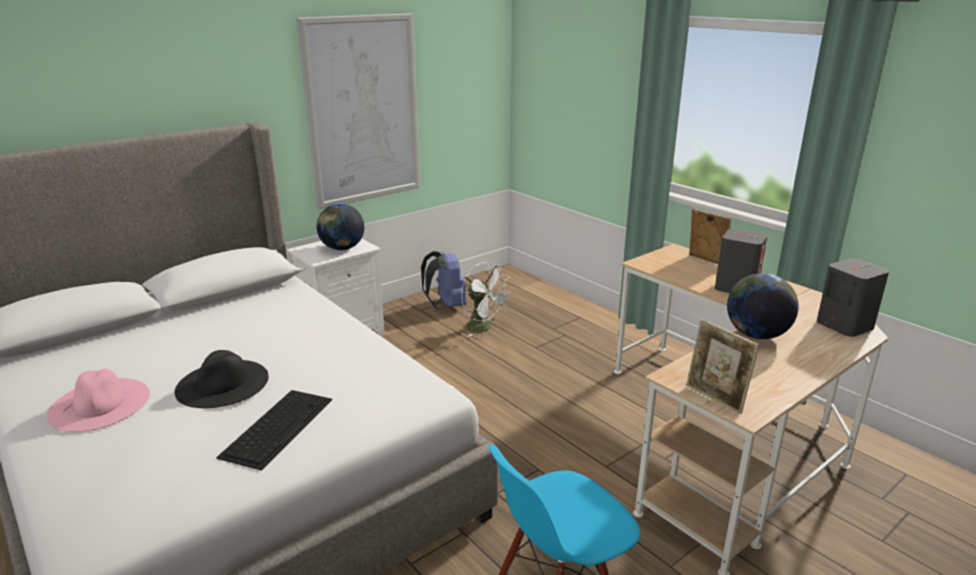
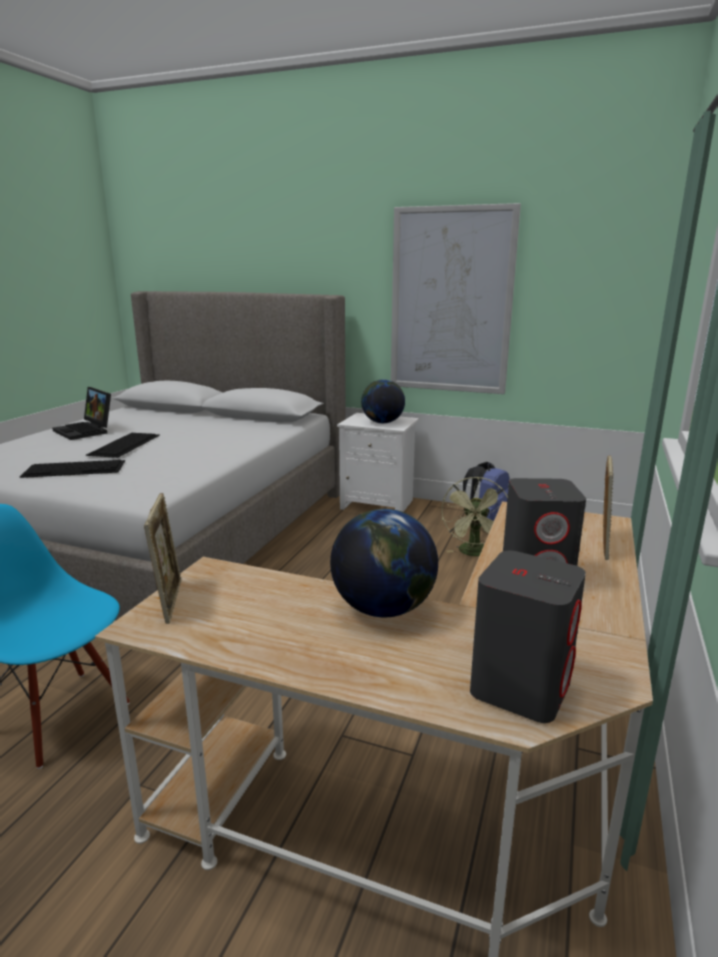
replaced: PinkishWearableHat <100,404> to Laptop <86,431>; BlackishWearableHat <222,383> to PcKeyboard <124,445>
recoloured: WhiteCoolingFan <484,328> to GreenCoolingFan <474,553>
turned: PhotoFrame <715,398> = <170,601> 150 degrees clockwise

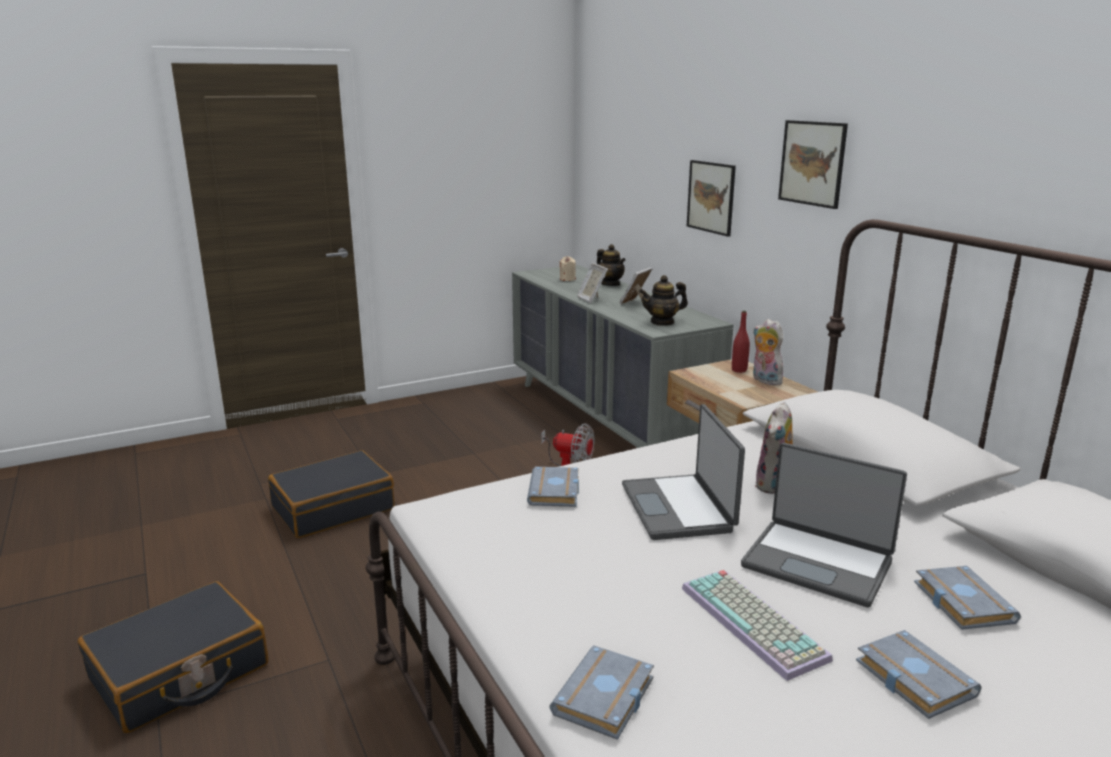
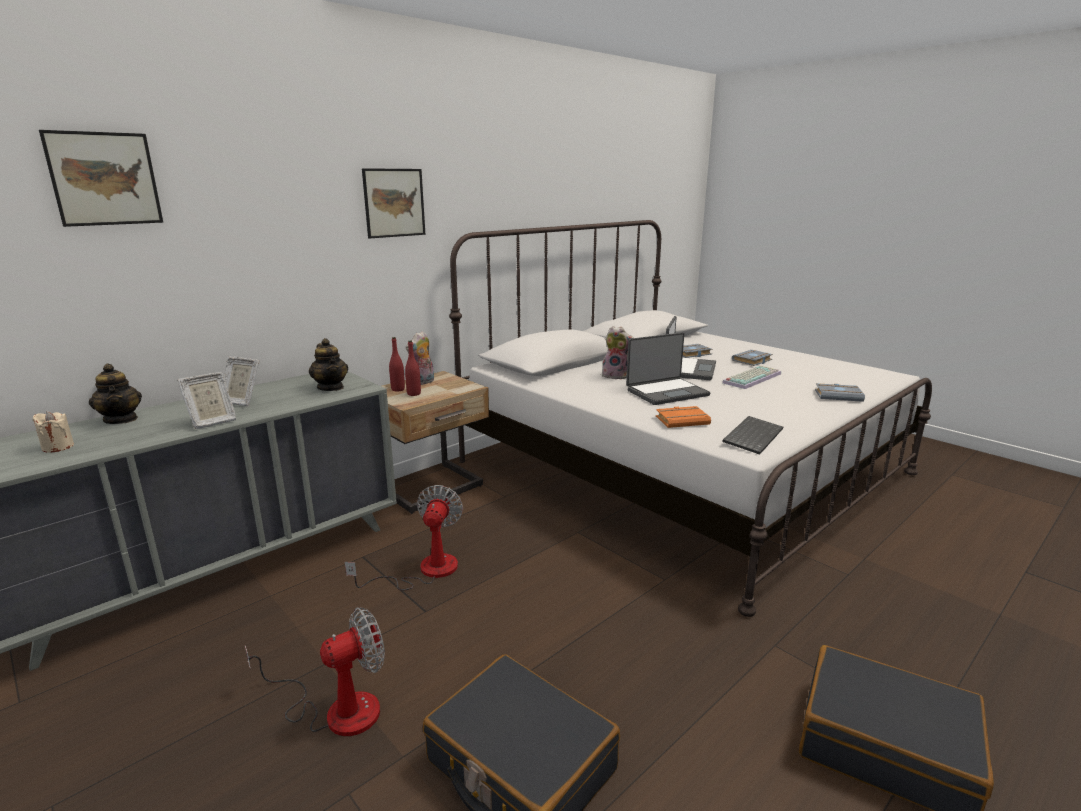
added: CoolingFan <336,709>; ReddishBeverageBottle <414,394>; PcKeyboard <752,436>
moved: WallPicture <711,197> to <104,179>
recoloured: GrayBook <556,492> to OrangeyBook <682,420>
turned: PotForTea <610,284> = <121,419> 105 degrees clockwise

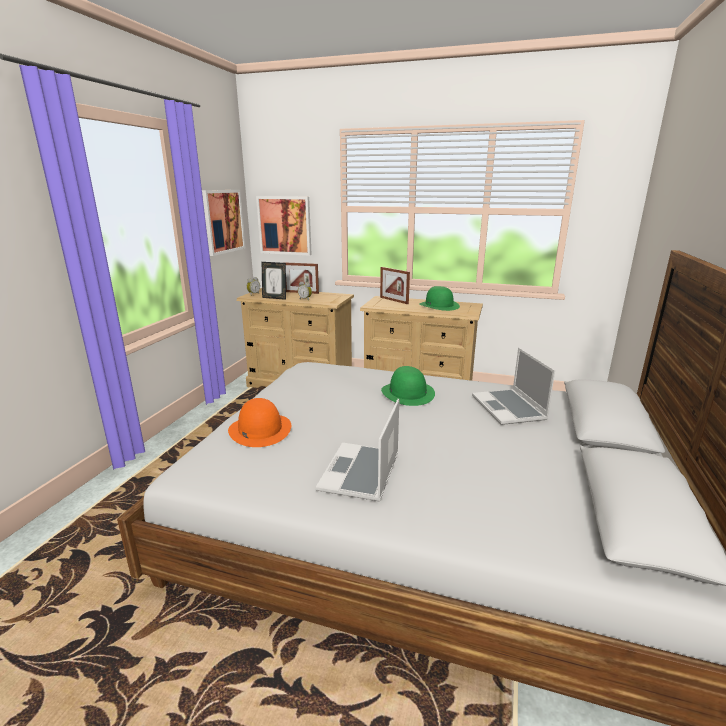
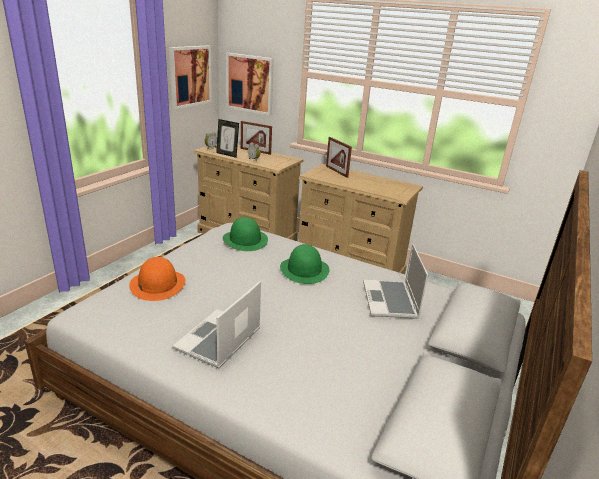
moved: GreenWearableHat <439,305> to <245,240>

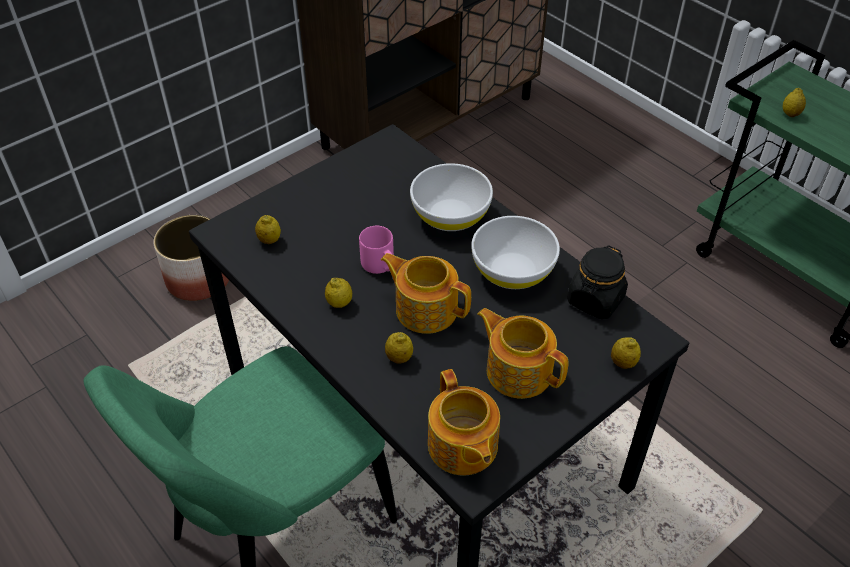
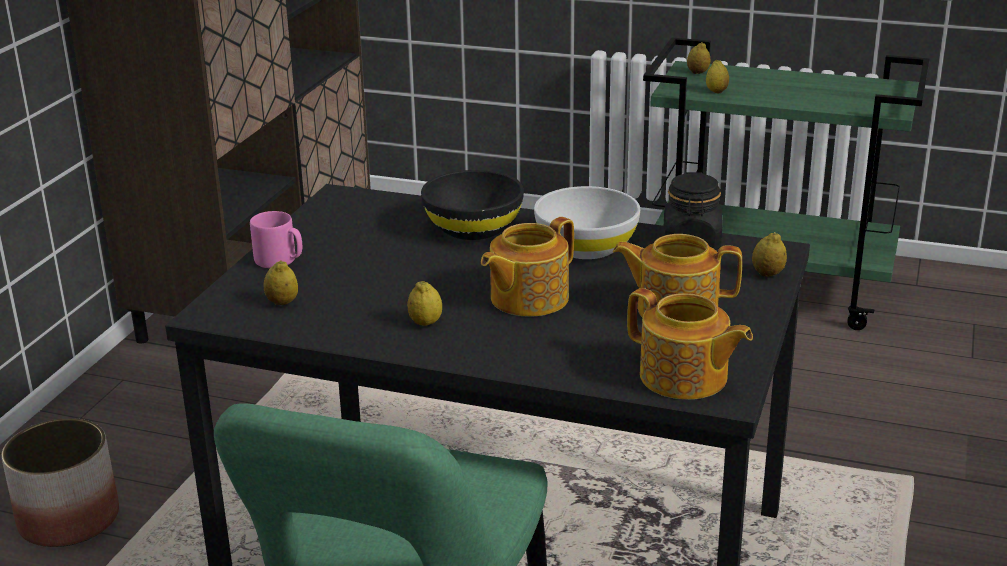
moved: PinkishCoffeeMug <380,265> to <280,261>; CitrusFruit <399,358> to <698,72>
recoloured: WhiteBowl <451,215> to BlackishBowl <474,228>
turned: PotForTea <425,308> = <527,298> 45 degrees counterclockwise

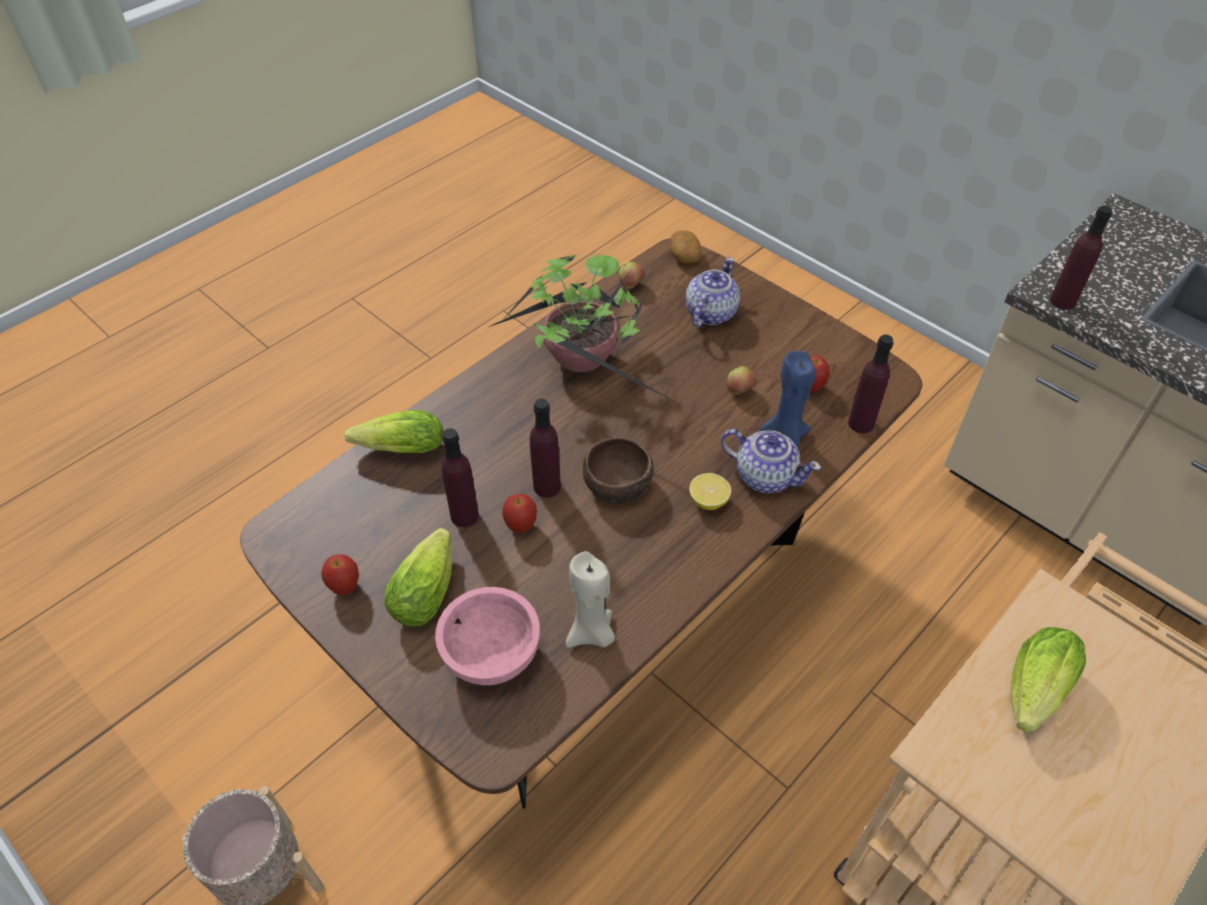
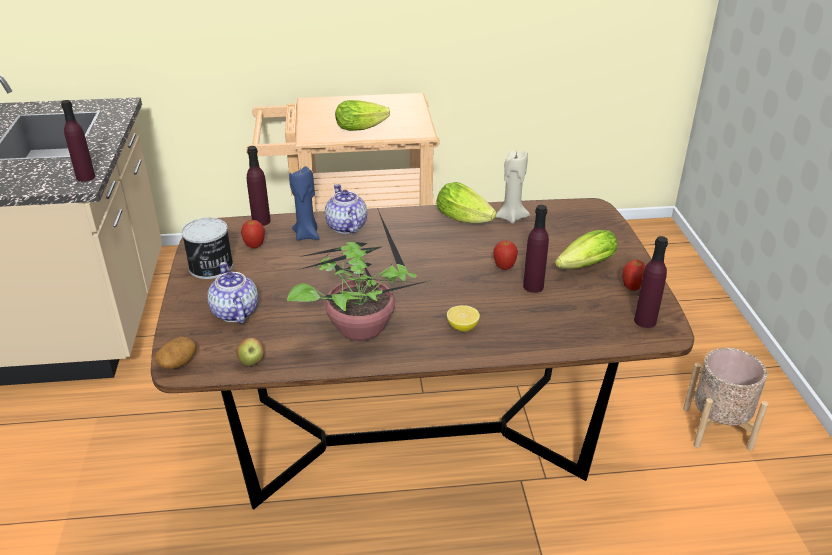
removed: PinkishBowl <491,653>; BrownBowl <619,485>; AppleFruit <739,391>
added: MetalCan <211,267>
moved: Lettuce <397,449> to <466,219>; CitrusFruit <708,501> to <462,327>; PurpleBeverageBottle <547,486> to <645,321>
turned: PotForTea <710,313> = <235,312> 90 degrees clockwise

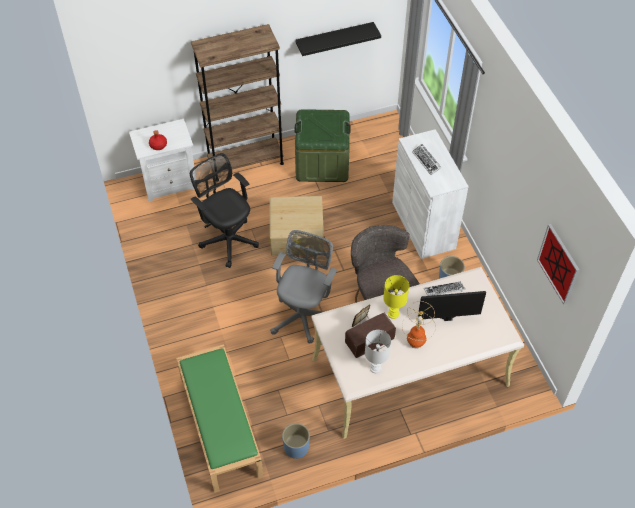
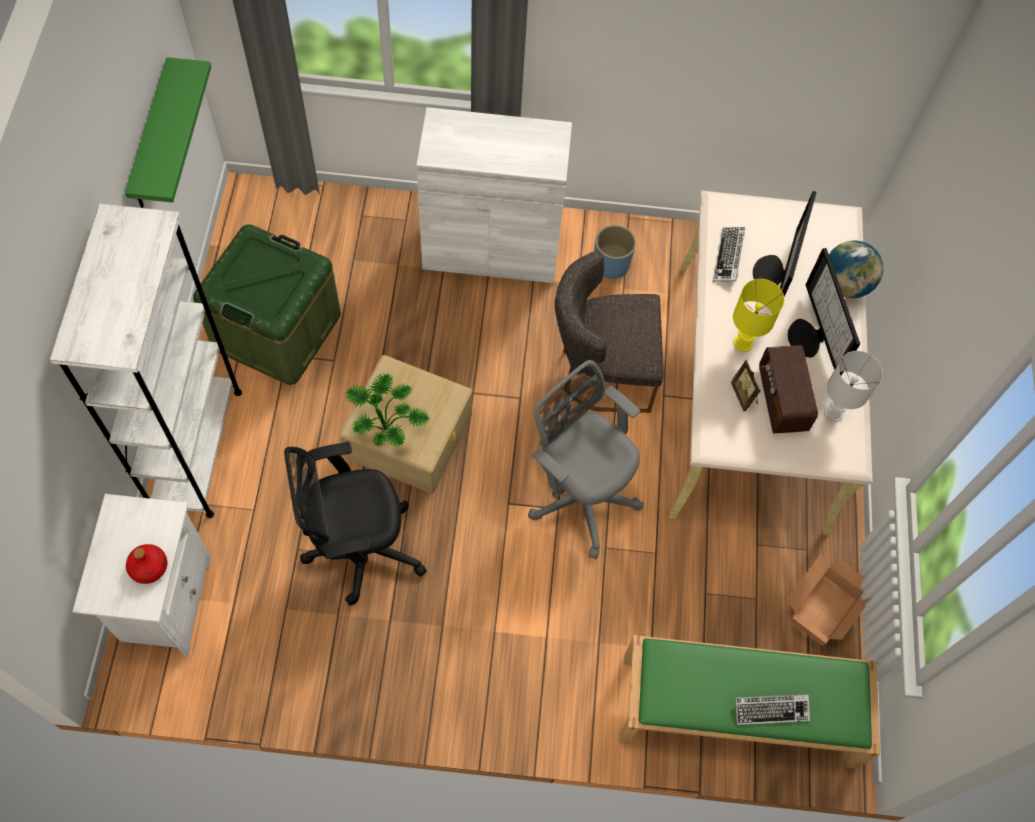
removed: WallPicture <558,264>
added: PottedPlant <387,424>; Globe <845,285>
moved: PcKeyboard <426,161> to <771,710>
replaced: BluePlanter <296,447> to Carton <819,609>; LampForATable <415,343> to ComputerScreen <809,338>
recoloured: BrownBookshelf <245,161> to WhiteBookshelf <196,449>; BlackishShelf <334,39> to GreenShelf <151,138>

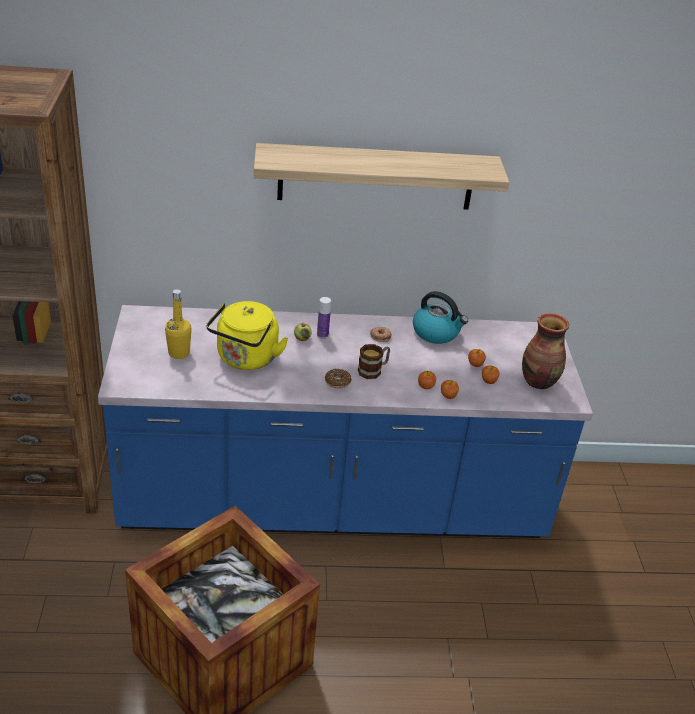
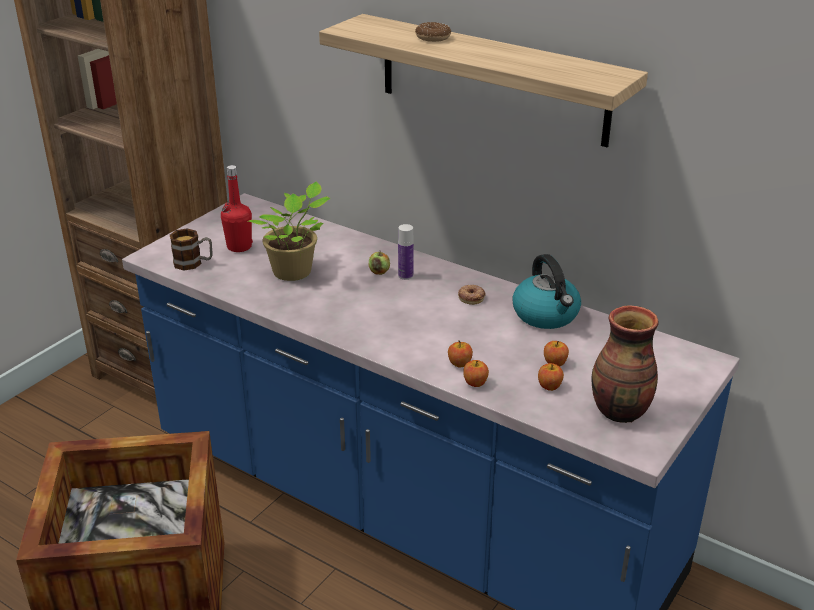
moved: CoffeeMug <373,370> to <193,263>; RingDoughnut <337,382> to <433,38>
replaced: YellowishKettle <246,359> to PottedPlant <295,272>
recoloured: YellowishBeverageBottle <179,353> to ReddishBeverageBottle <239,247>

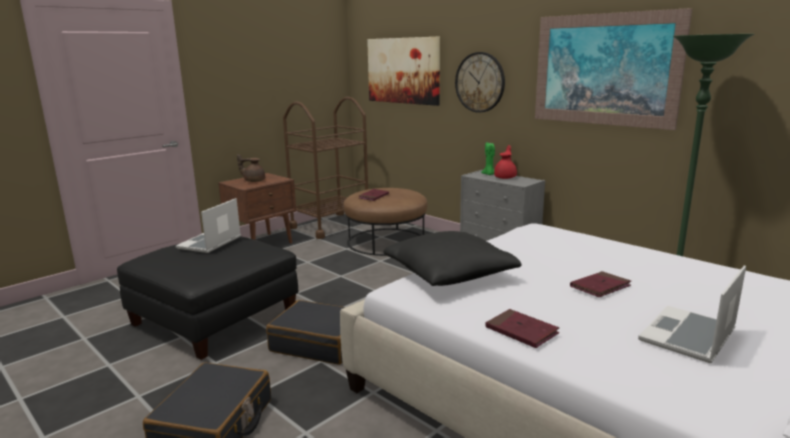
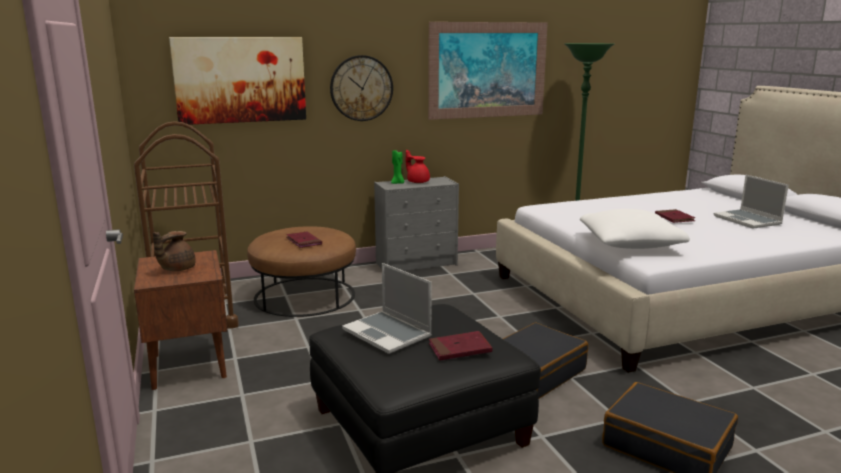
moved: ReddishBook <521,331> to <459,349>
recoloured: BlackishThrowPillow <449,275> to WhiteThrowPillow <630,244>

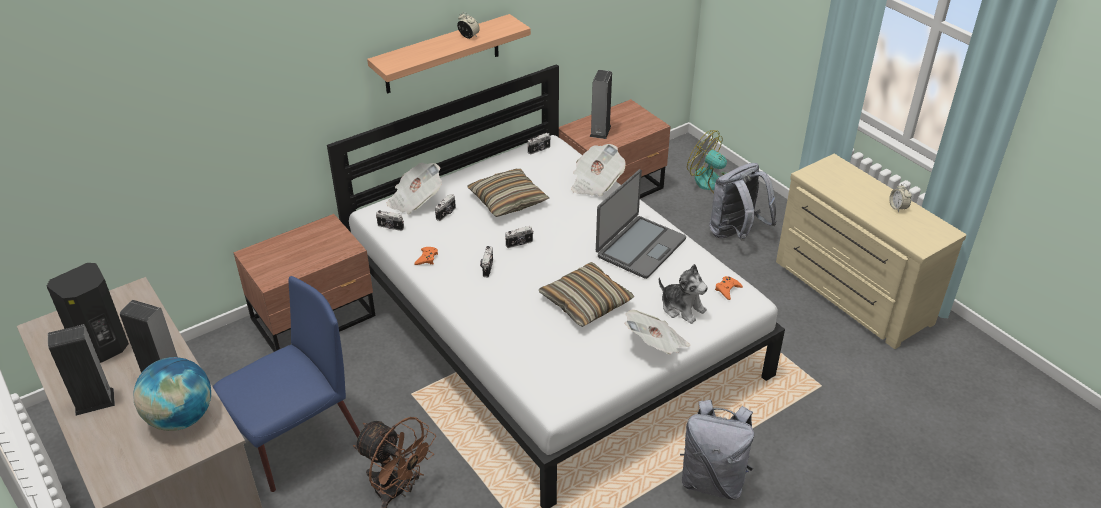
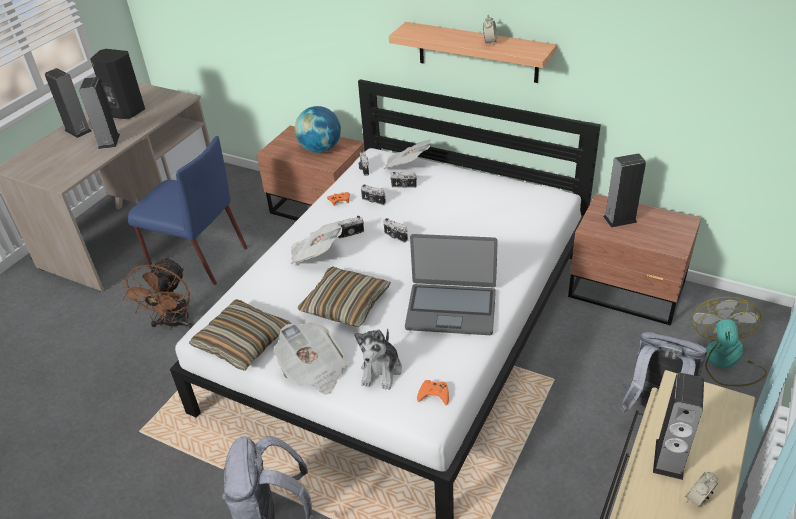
added: AudioSpeaker <669,459>
moved: ThrowPillow <508,200> to <242,342>; PrintedPaper <595,183> to <316,254>; Globe <181,418> to <320,149>; StillCamera <539,150> to <373,201>

